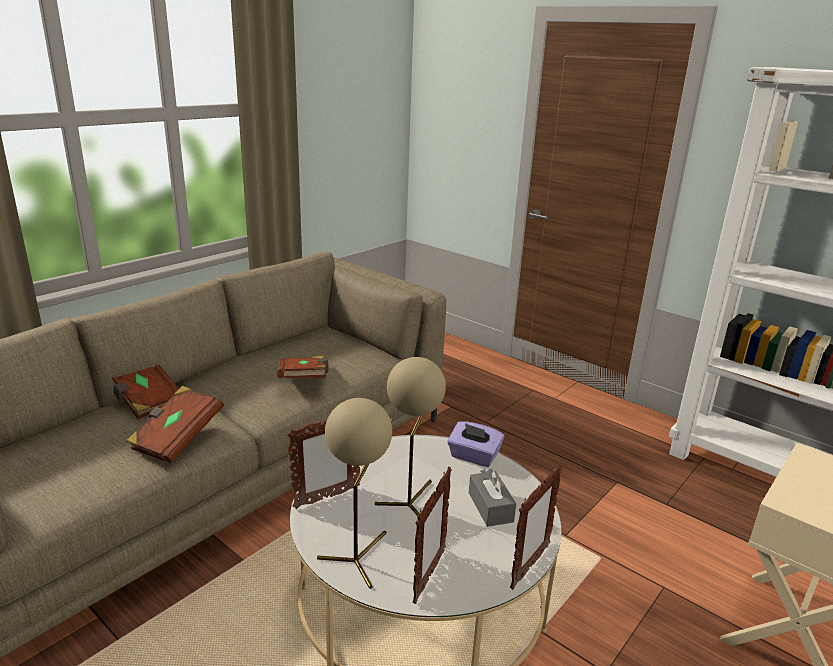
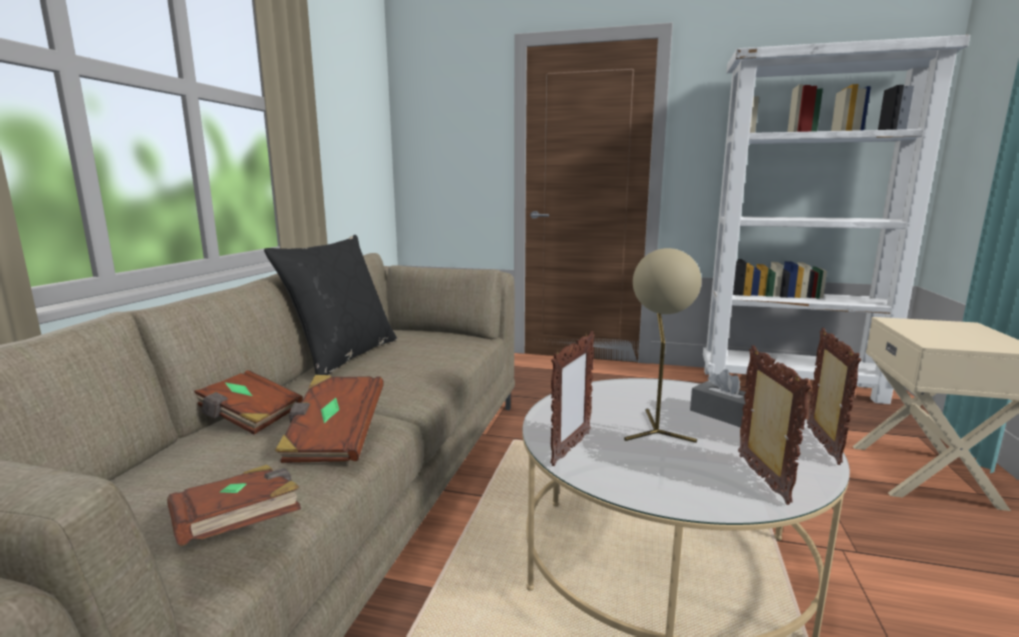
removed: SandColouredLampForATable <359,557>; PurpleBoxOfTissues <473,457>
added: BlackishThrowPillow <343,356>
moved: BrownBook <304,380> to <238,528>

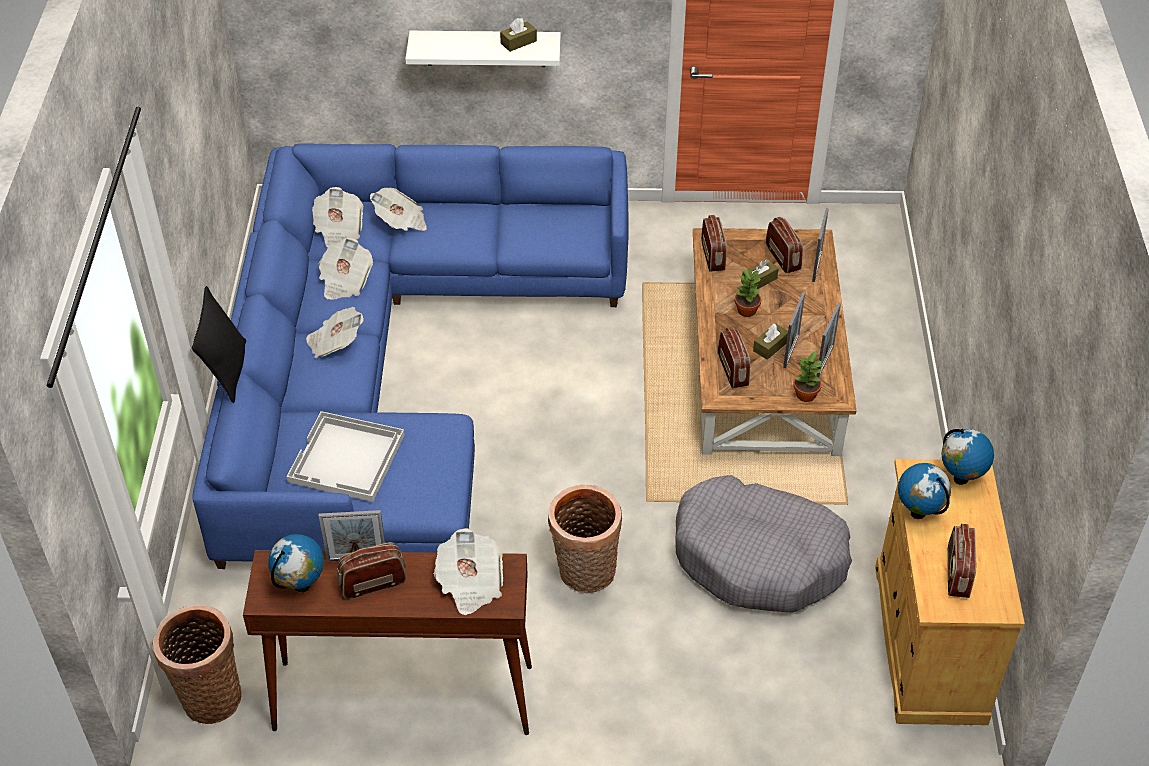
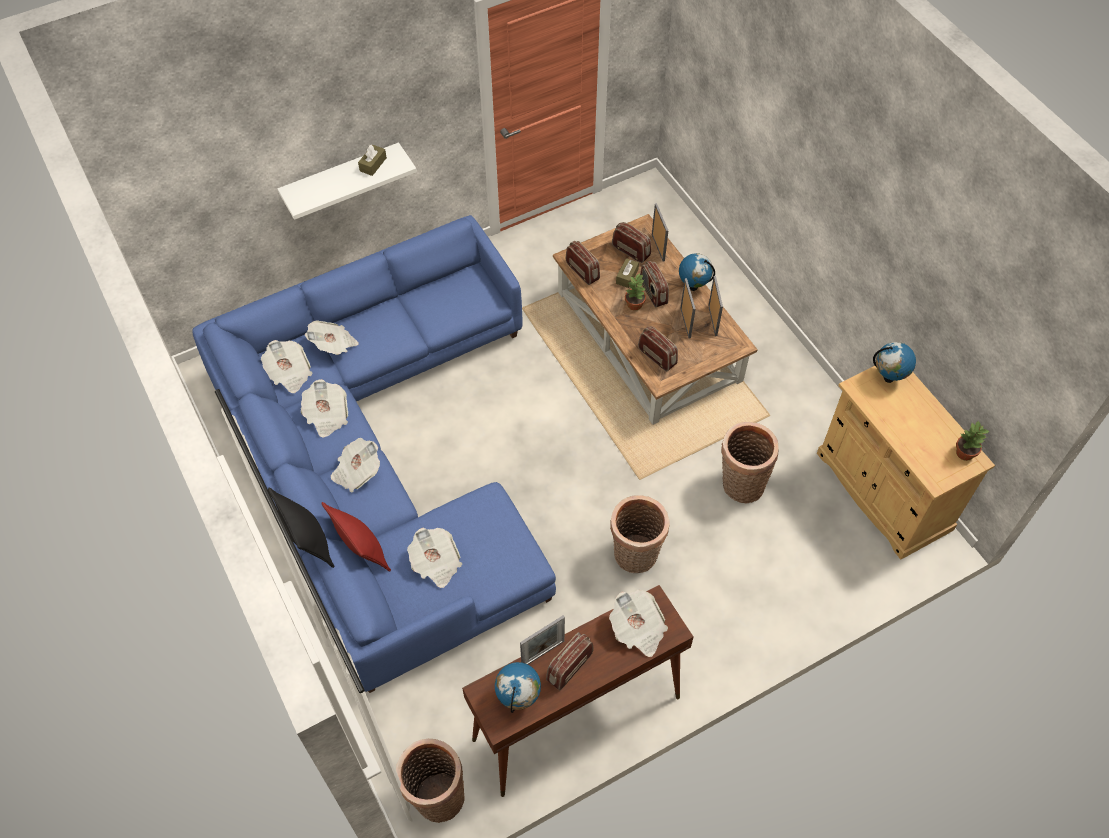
removed: BrownBoxOfTissues <770,346>
added: ReddishThrowPillow <362,551>
moved: RadioSet <957,574> to <653,293>; Globe <918,512> to <693,286>; PottedPlant <805,395> to <964,453>
replaced: WhiteCarryingTray <347,459> to PrintedPaper <436,563>; GrayPetBed <758,557> to StorageBasket <740,484>

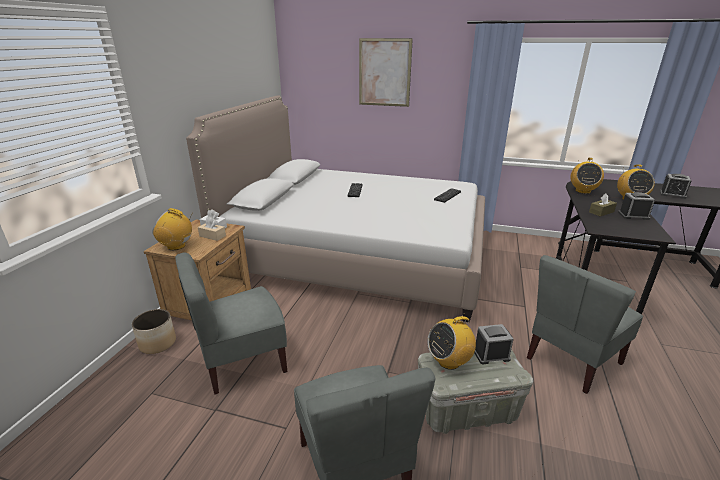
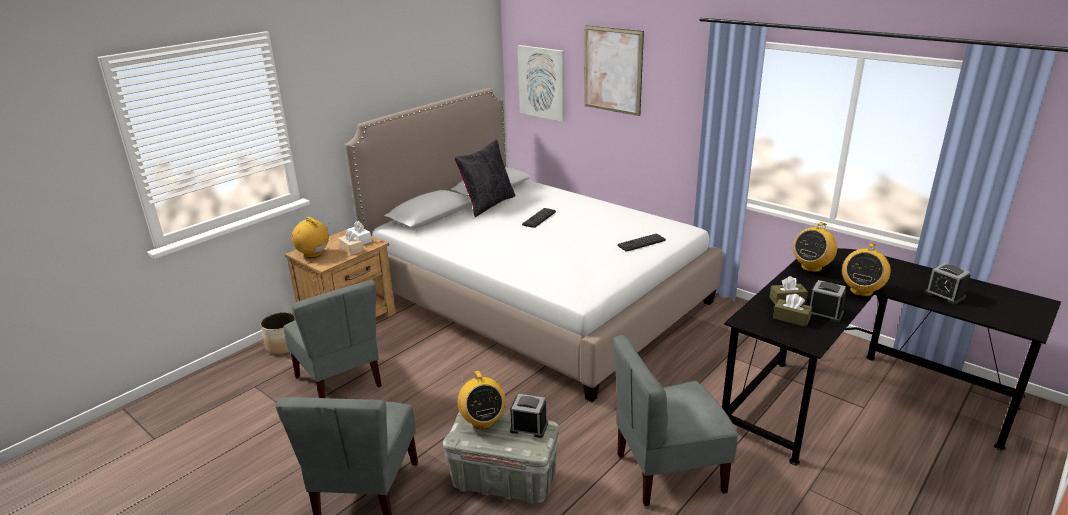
added: BlackishThrowPillow <488,204>; WallPicture <542,82>; BrownBoxOfTissues <791,318>
turned: GrayPlainChair <243,362> = <340,381> 120 degrees counterclockwise; RadioSet <449,361> = <482,421> 105 degrees counterclockwise

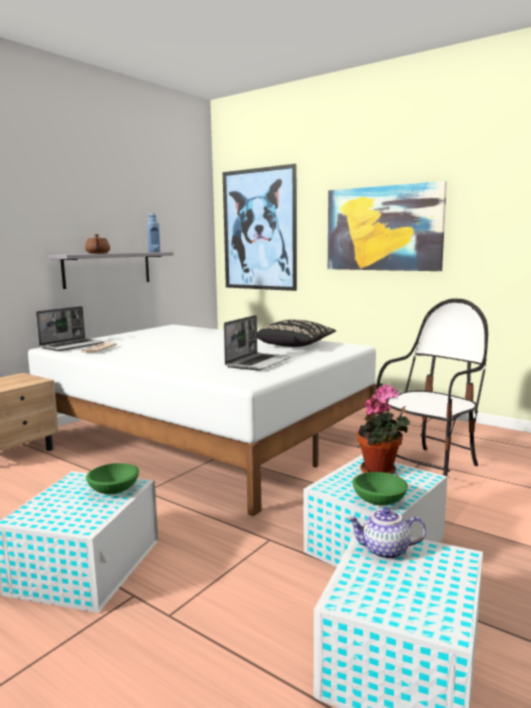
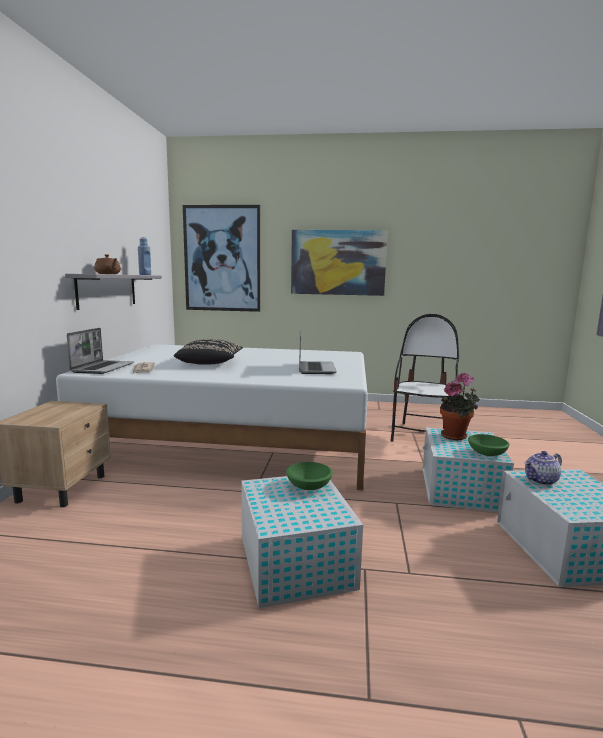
moved: BlackishThrowPillow <295,346> to <210,363>

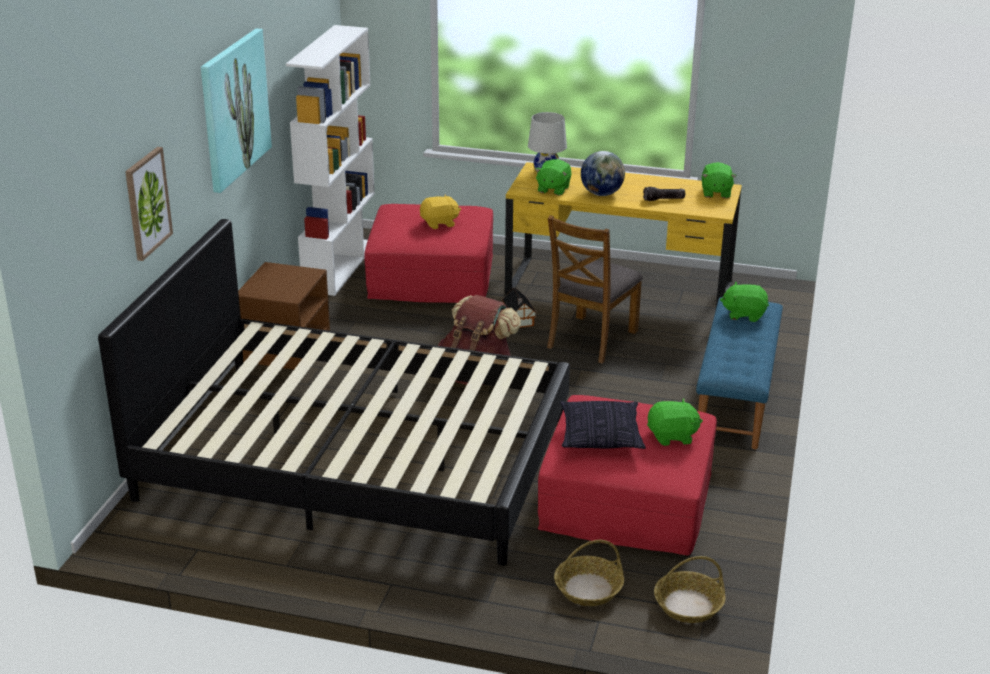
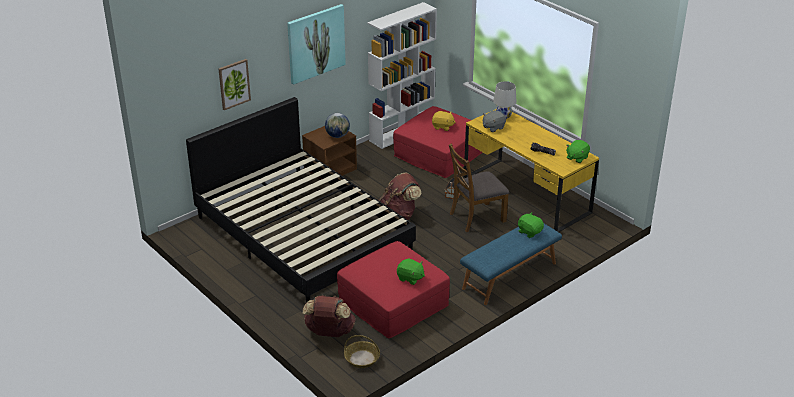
removed: ThrowPillow <600,437>
moved: Globe <601,194> to <337,136>
replaced: StorageBasket <588,589> to BrownRucksack <329,333>
recoloured: GreenCuddlyToy <553,189> to GrayCuddlyToy <493,127>

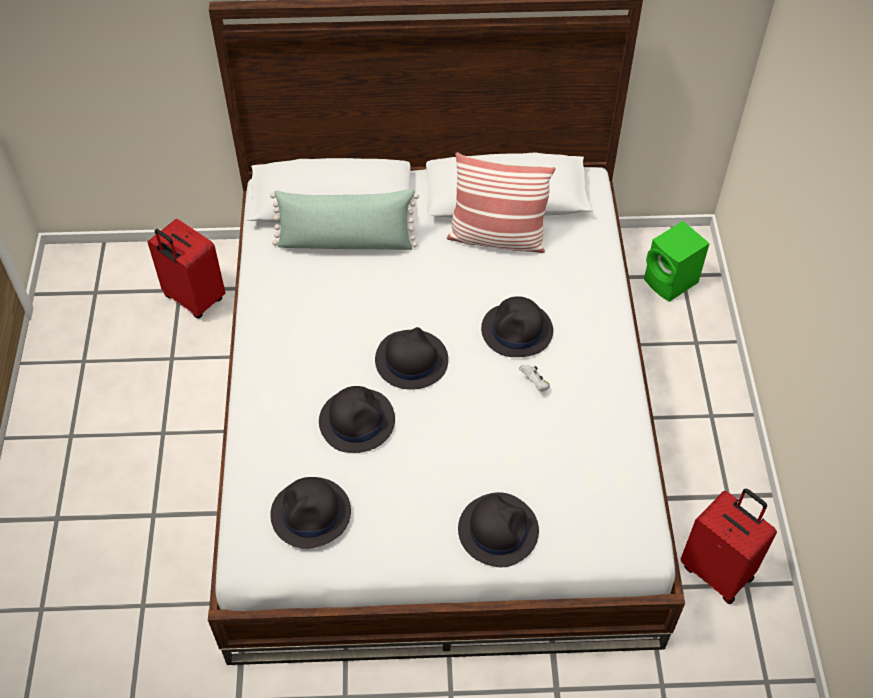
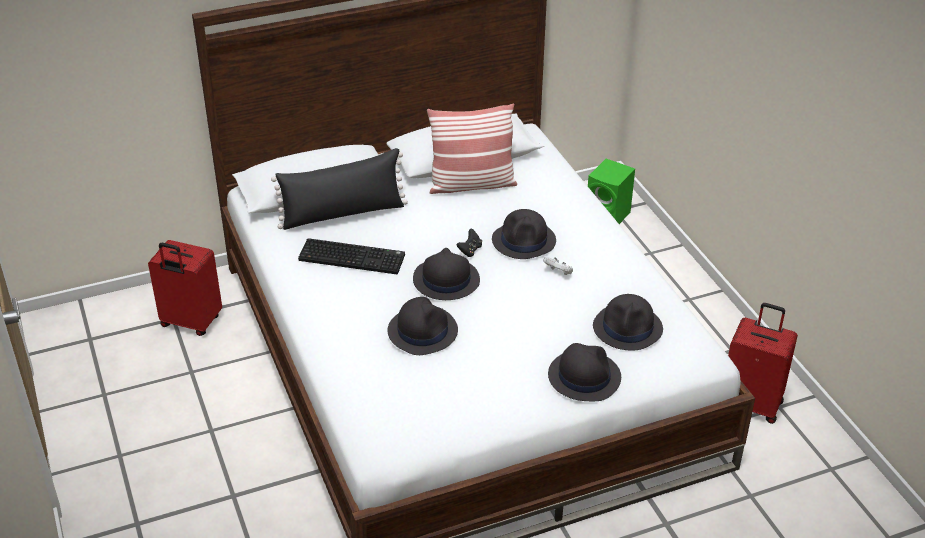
added: PcKeyboard <353,257>; BlackishGamepad <470,250>
moved: BlackishWearableHat <311,513> to <628,328>
recoloured: GreenThrowPillow <346,242> to BlackishThrowPillow <343,214>

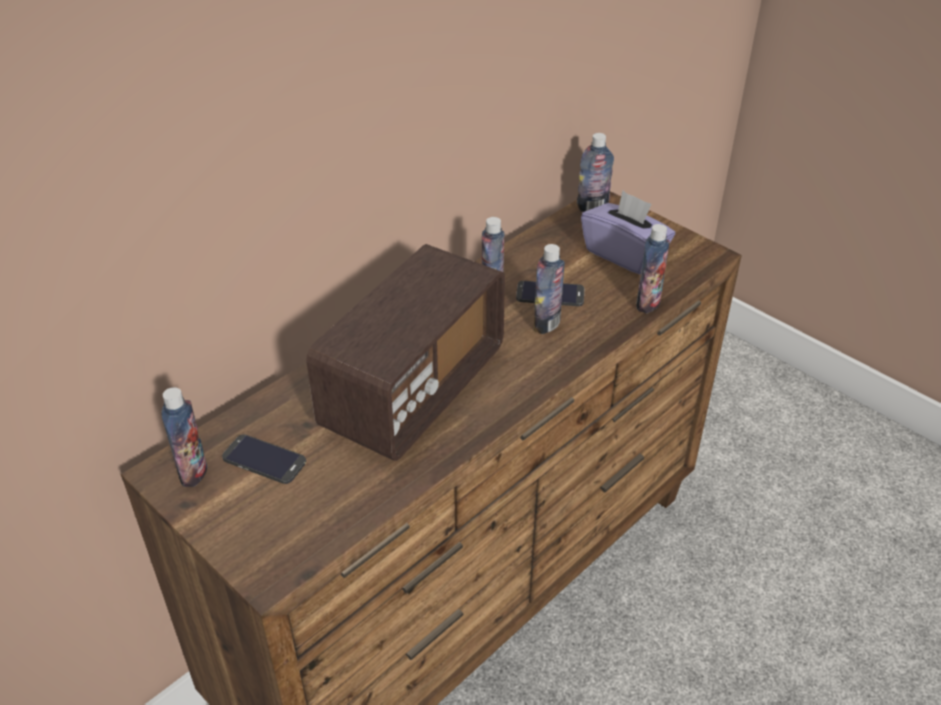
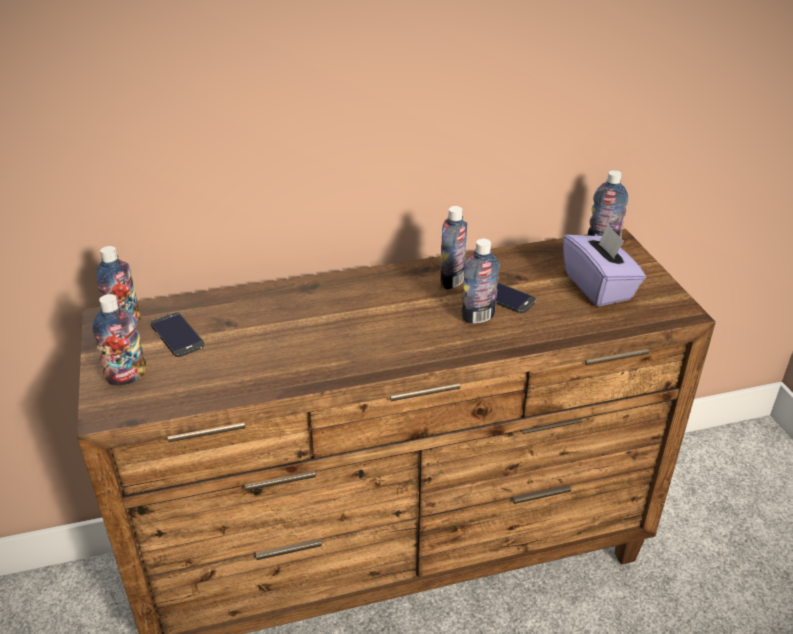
removed: RadioSet <413,391>
moved: BeverageBottle <648,303> to <127,377>

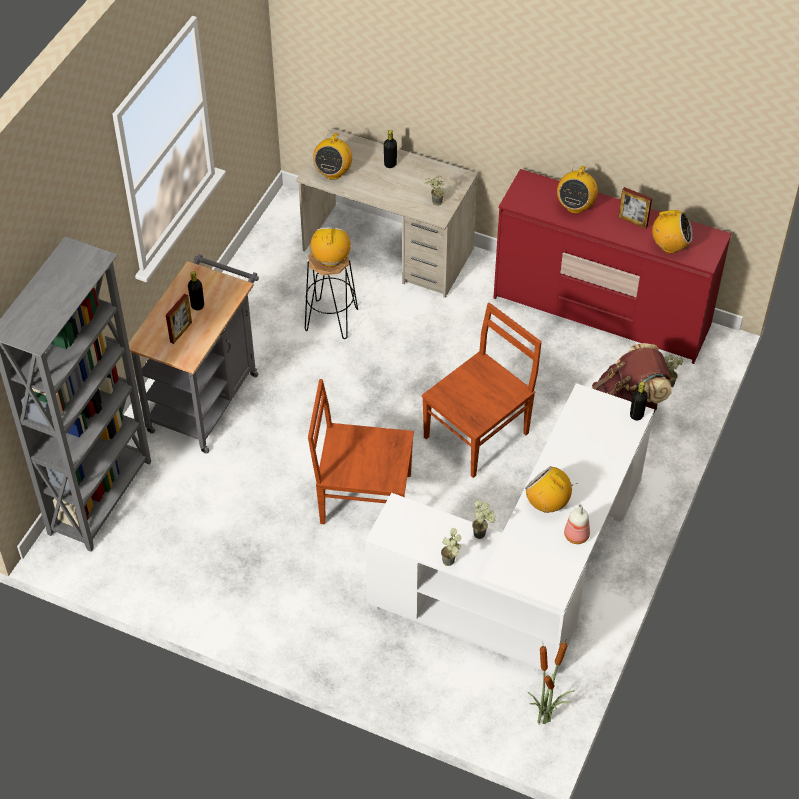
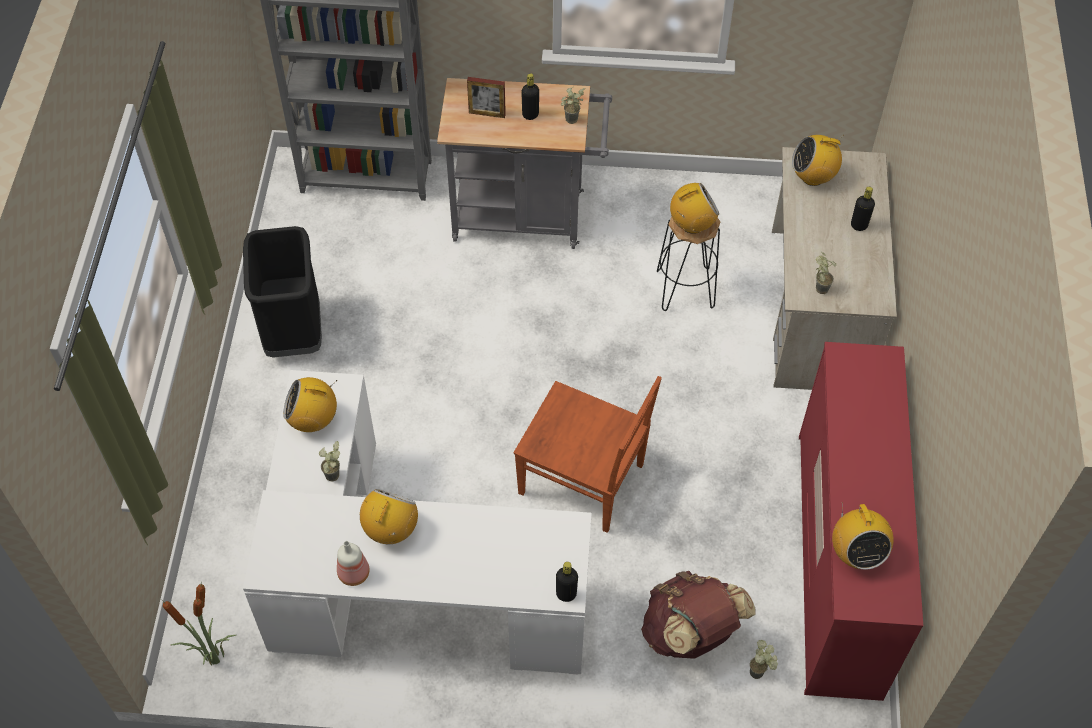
removed: BrownPlainChair <363,498>; PhotoFrame <633,221>
added: BlackishTrashCan <293,332>
moved: RadioSet <575,206> to <313,420>; PottedPlant <451,563> to <570,122>

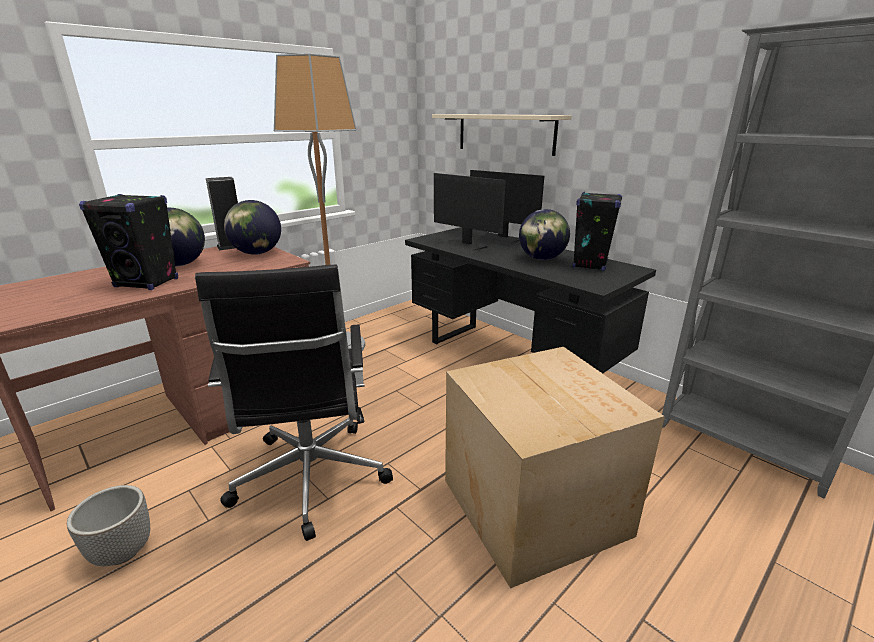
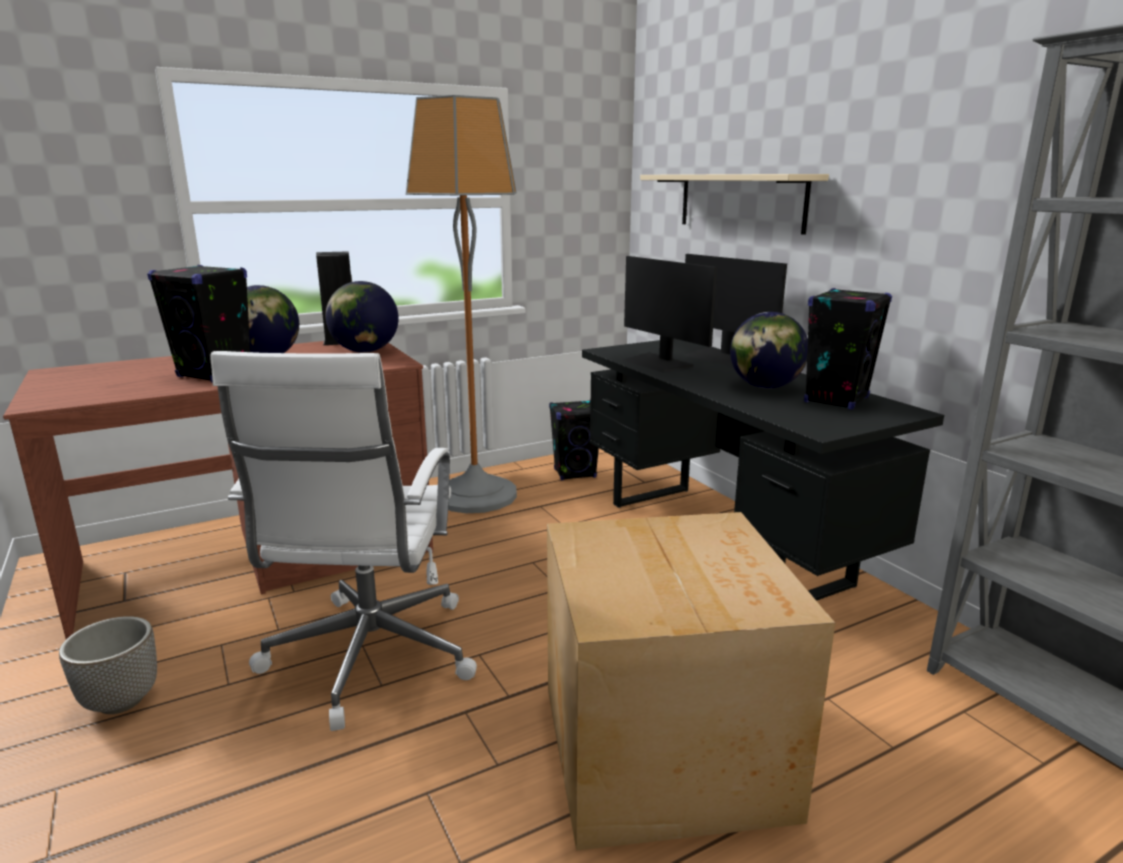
added: BlackishAudioSpeaker <575,473>
recoloured: BlackishComputerChair <310,480> to WhiteComputerChair <369,658>

